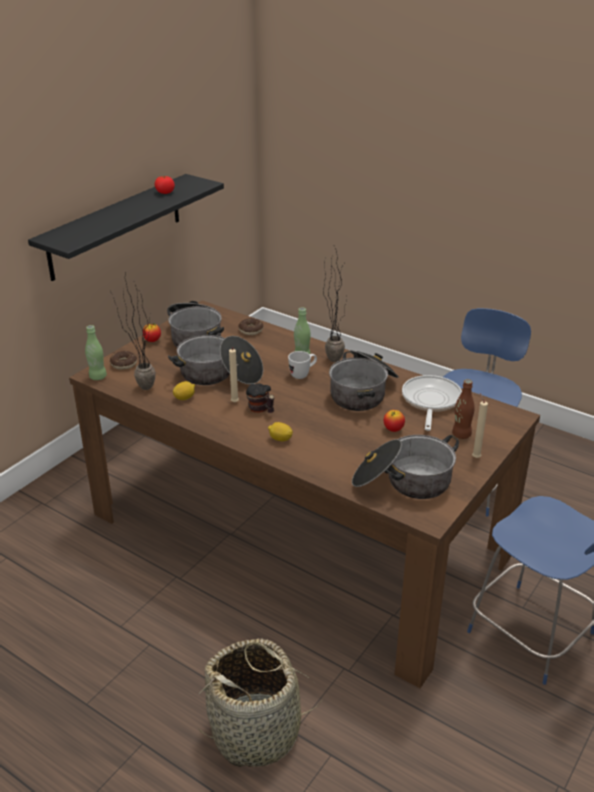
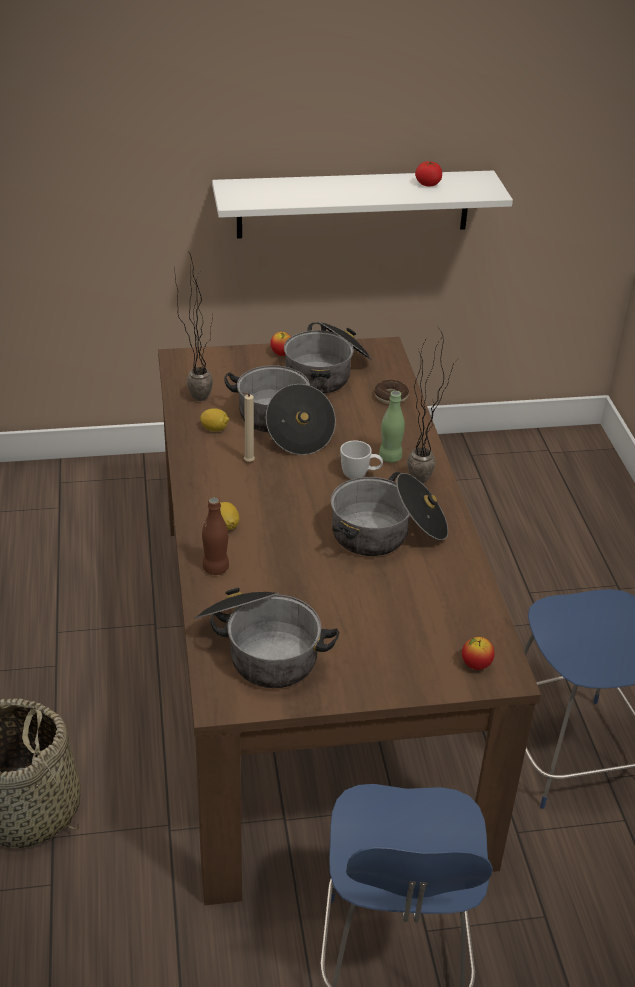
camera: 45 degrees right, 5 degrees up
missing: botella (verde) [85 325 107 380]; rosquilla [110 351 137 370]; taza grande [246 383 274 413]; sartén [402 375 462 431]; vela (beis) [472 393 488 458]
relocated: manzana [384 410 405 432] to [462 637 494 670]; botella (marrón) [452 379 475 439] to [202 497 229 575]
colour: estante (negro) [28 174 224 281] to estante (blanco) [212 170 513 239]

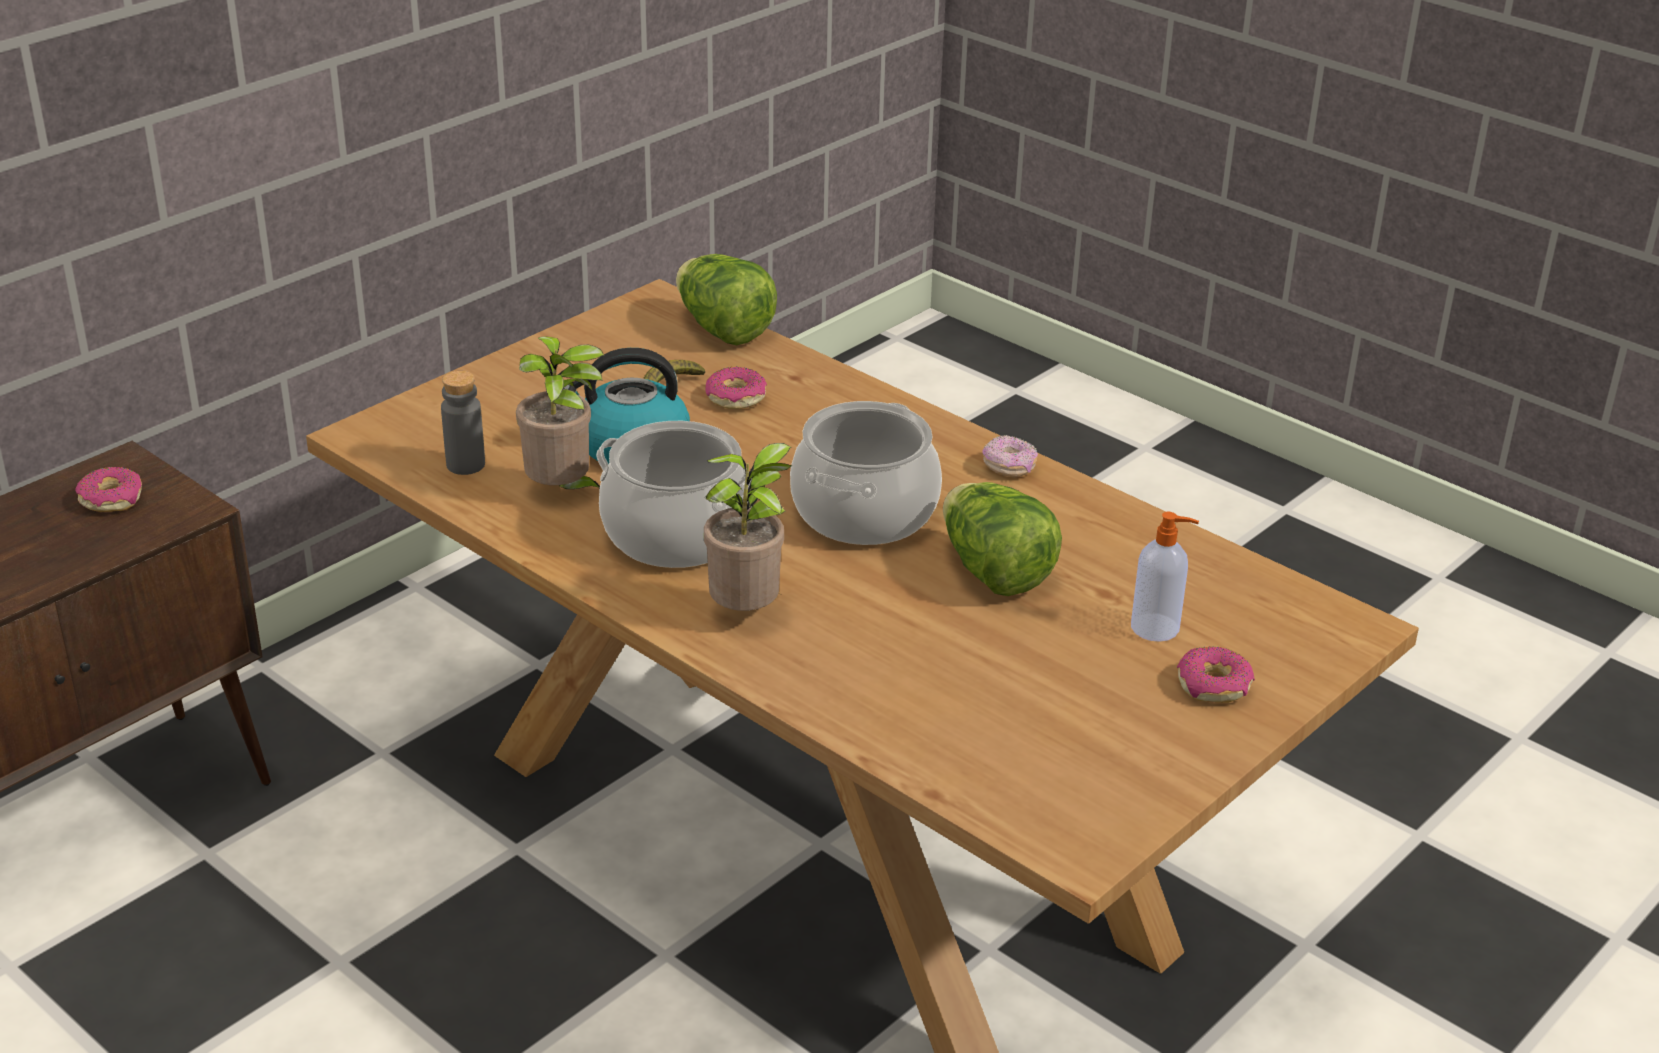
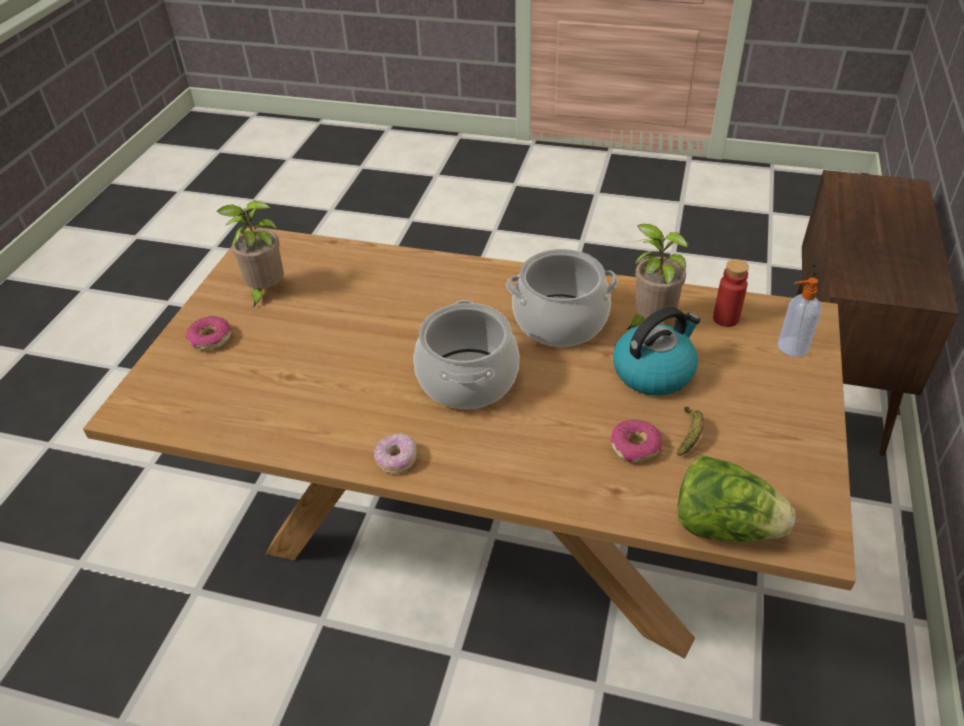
camera: 155 degrees right, 10 degrees up
missing: rosquilla [75 467 142 512]; lechuga [943 482 1062 596]
relocated: planta en maceta [704 443 792 611] to [217 201 284 308]; dispensador de jabón [1131 512 1199 642] to [778 278 821 357]
colour: botella (gris) [441 371 485 475] to botella (rojo) [713 259 749 327]

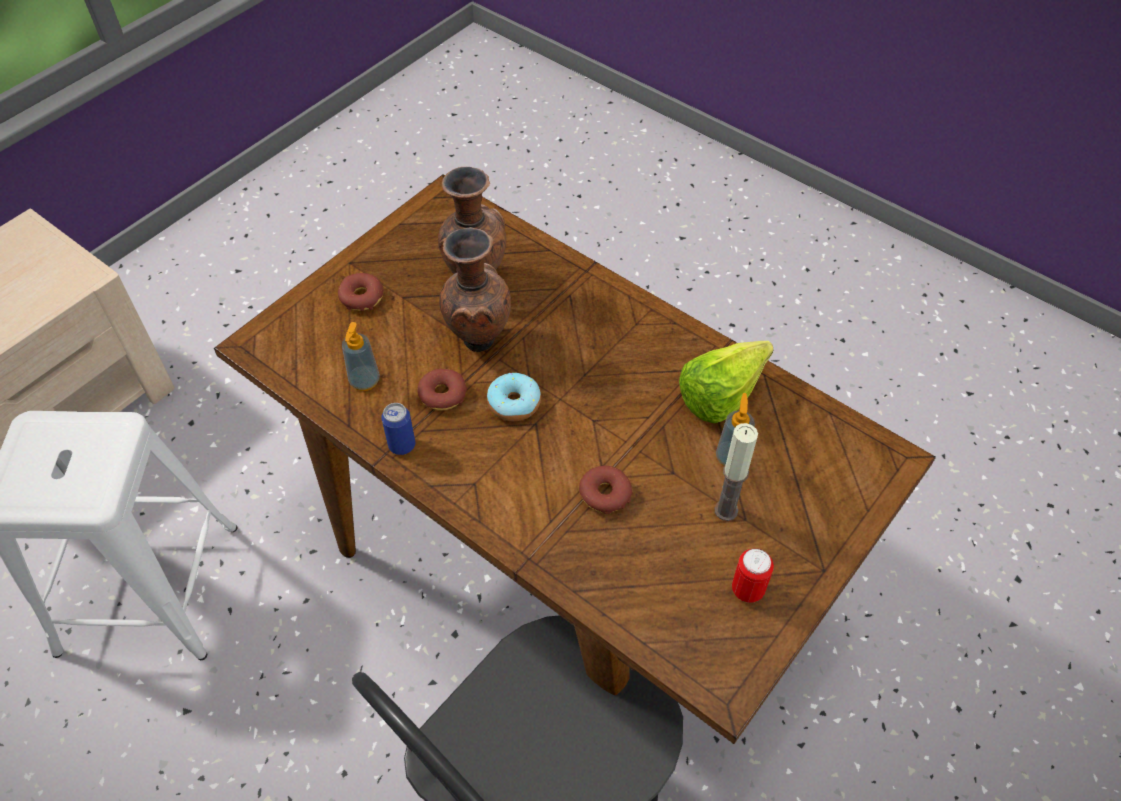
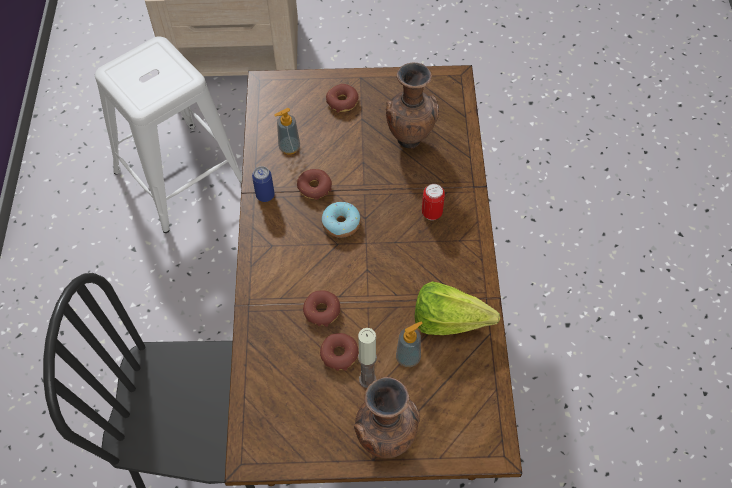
camera: 50 degrees right, 5 degrees up
appeared: rosquilla [320 333 359 371]
relocated: florero (marrón) [439 227 511 352] to [354 377 420 458]; lata [732 548 774 603] to [422 184 445 220]

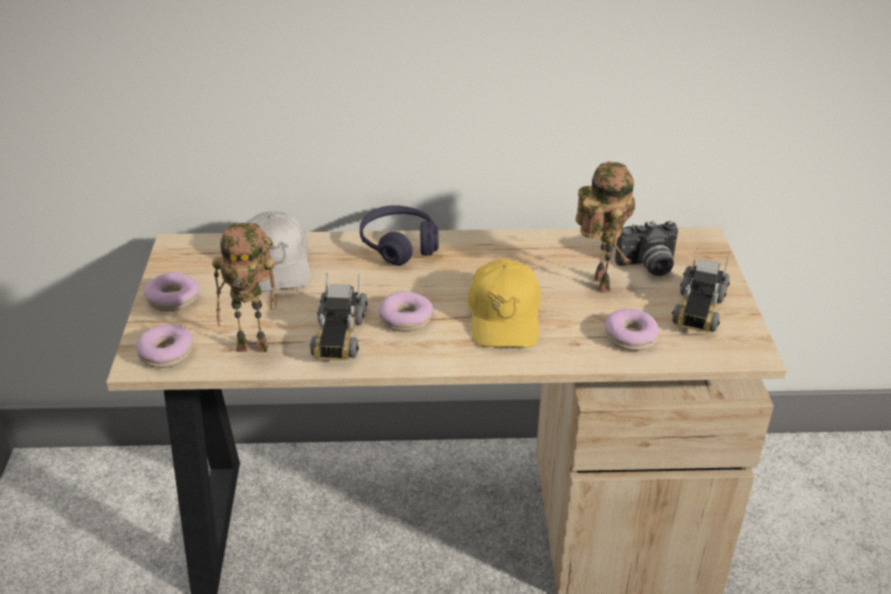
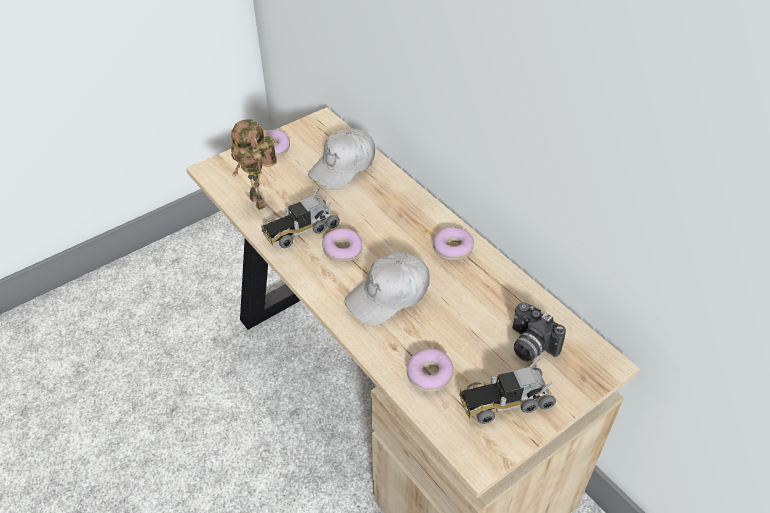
camera: 55 degrees right, 10 degrees up
missing: auriculares (morado) [360 205 439 266]; robot de juguete [576 161 635 293]
relocated: rosquilla [136 324 193 368] to [433 227 474 261]
colour: gorra (amarillo) [468 259 541 347] to gorra (blanco) [345 252 430 326]

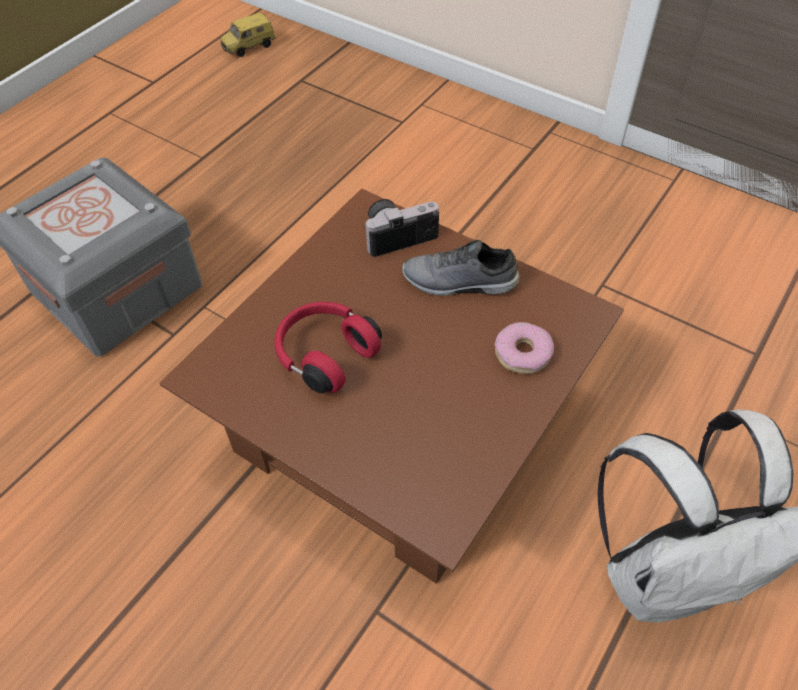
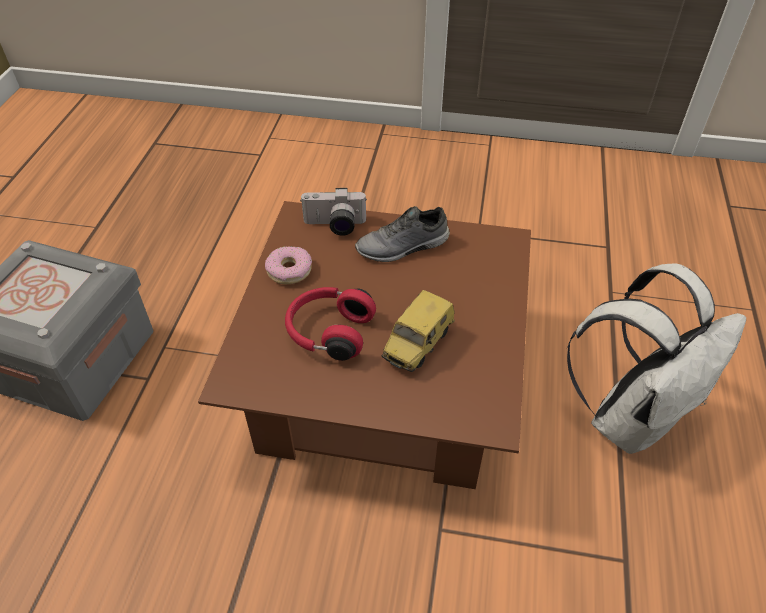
camera: 25 degrees left, 5 degrees down
relocated: coche de juguete [220 12 276 57] to [382 290 455 372]; rosquilla [495 322 554 374] to [265 246 312 284]
spun: cámara [364 199 439 257] = [300 188 366 236] 135 degrees counterclockwise

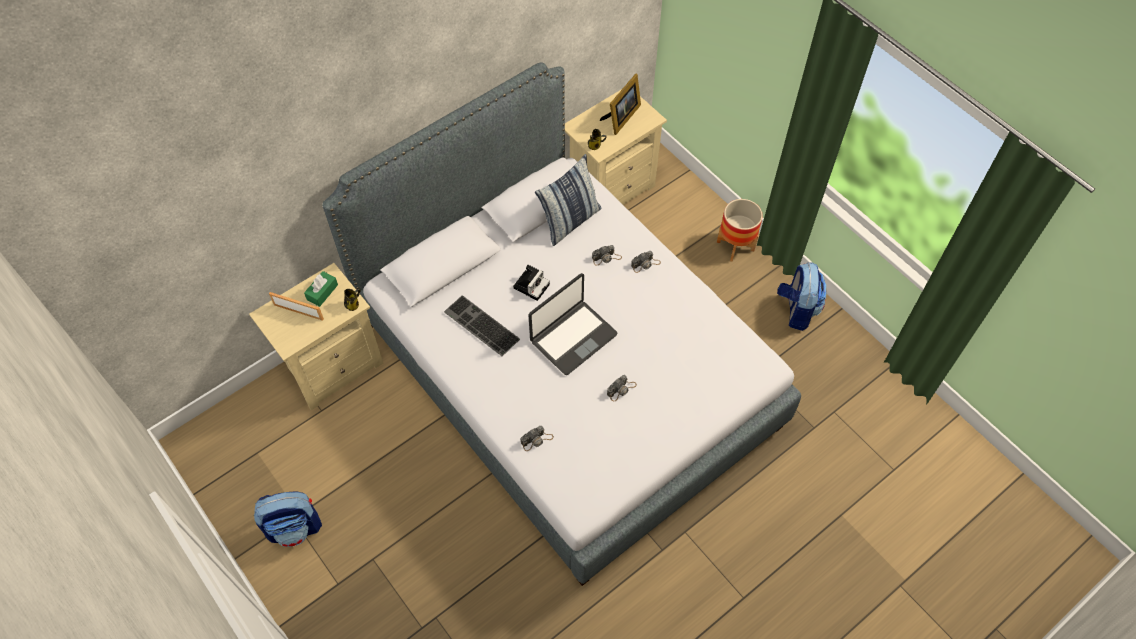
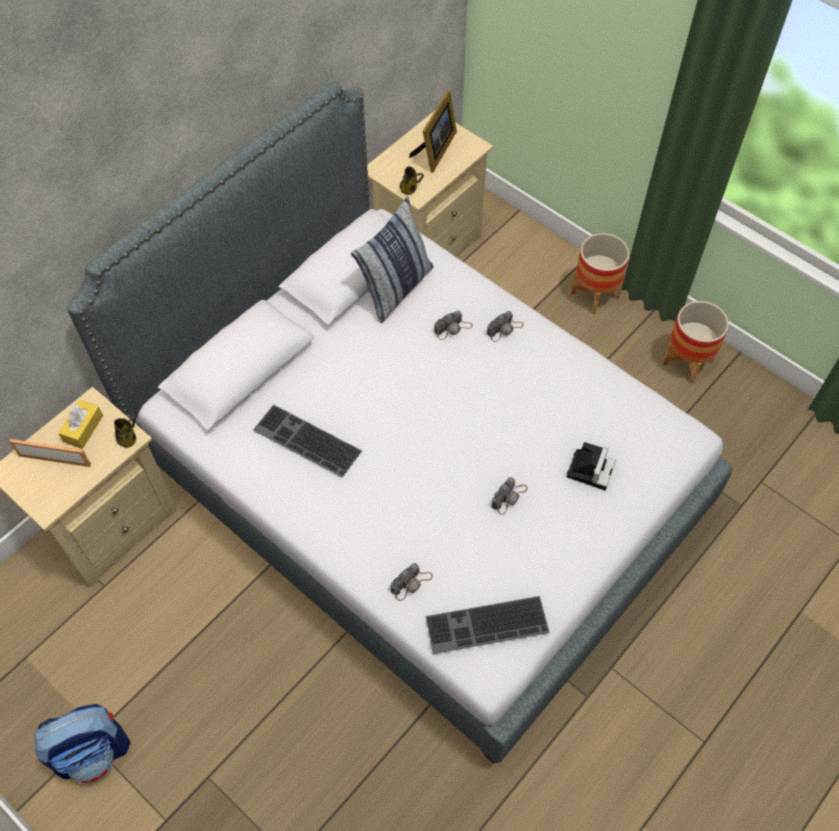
camera: 10 degrees left, 0 degrees up
missing: portátil [528 273 618 375]
appeared: teclado [426 596 550 654]
relocated: cámara [513 265 550 301] to [567 442 616 490]
exchanged: mochila [777 262 826 331] to maceta [662 301 729 383]
colour: caja de pañuelos (verde) [304 271 338 307] to caja de pañuelos (amarillo) [58 400 103 449]

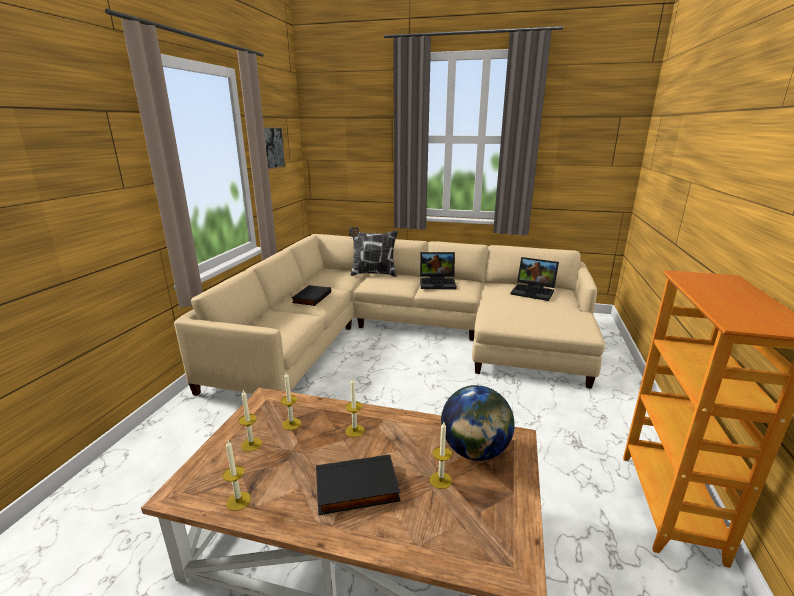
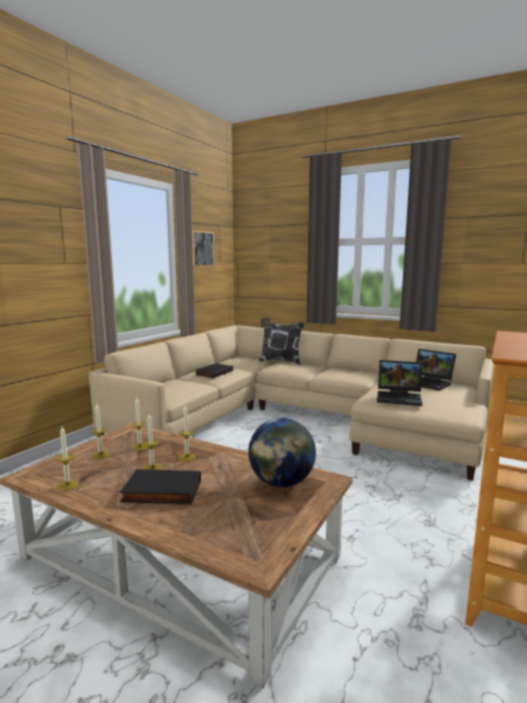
camera: 15 degrees right, 10 degrees down
relocated: portátil [420 252 457 289] to [377 360 422 406]; vela [430 422 452 489] to [143 414 162 470]

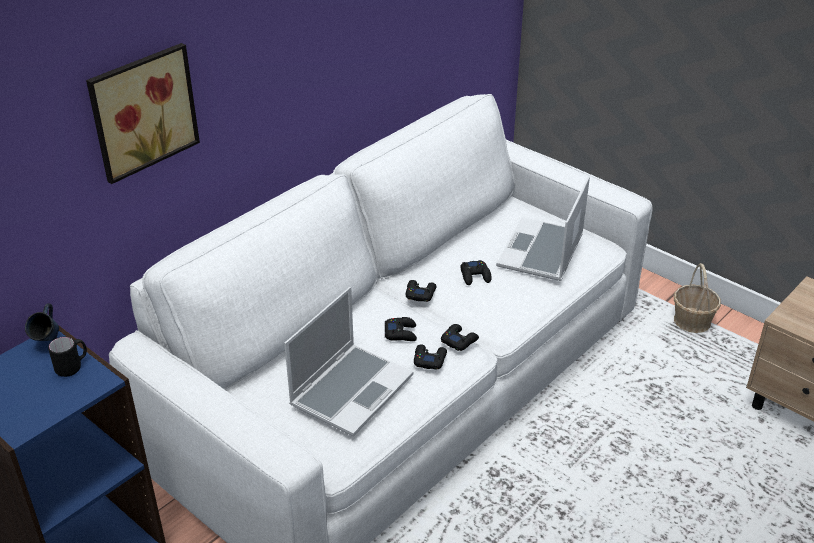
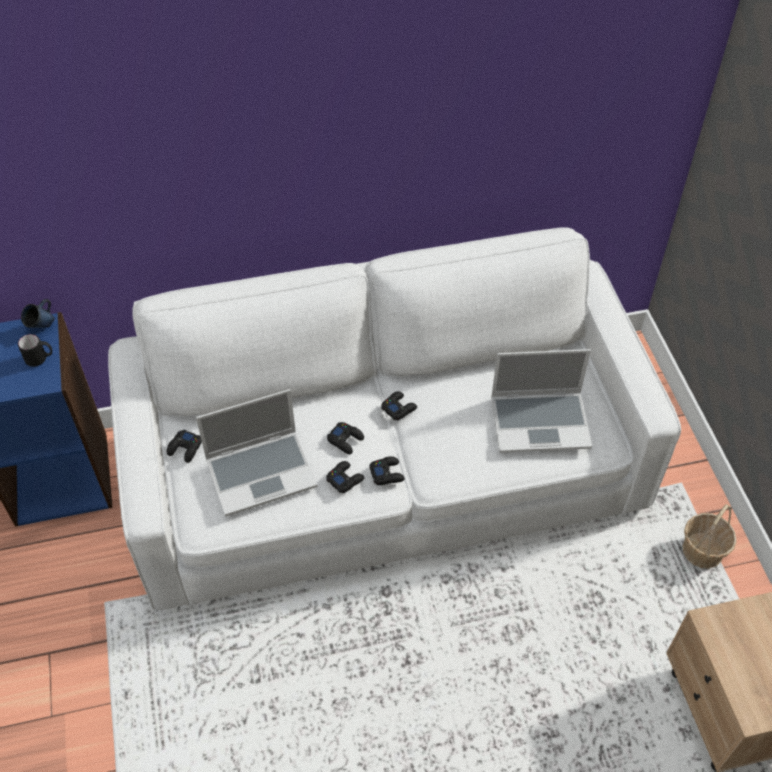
camera: 35 degrees right, 15 degrees up
missing: cuadro [86 43 200 184]
relocated: mando de consola (negro) [461 260 492 285] to [167 429 202 463]
spun: portátil [496 176 590 281] = [491 349 592 453] 150 degrees counterclockwise

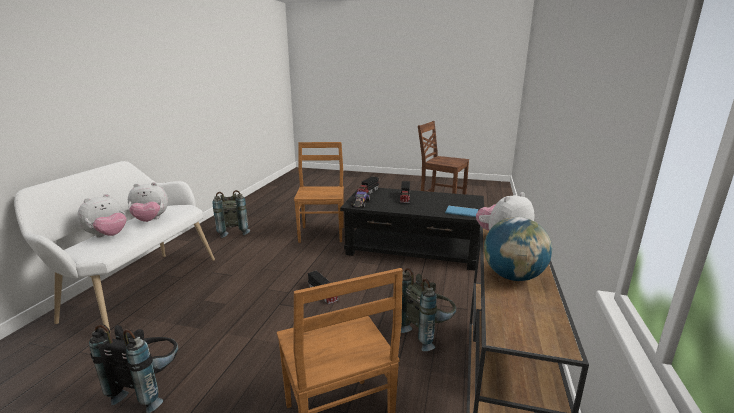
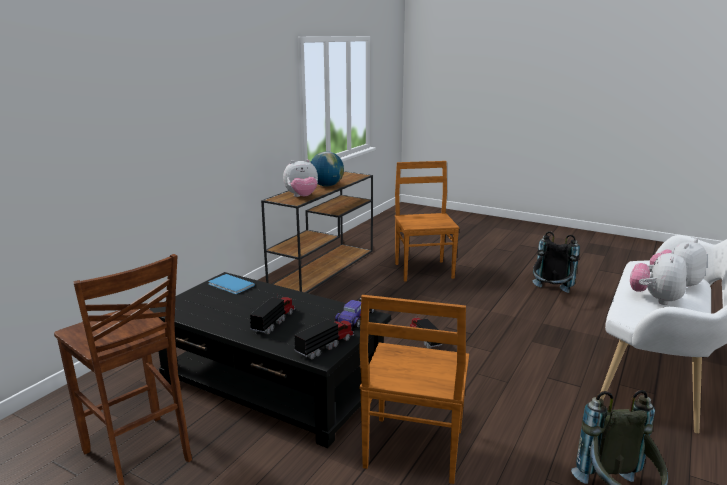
camera: 165 degrees left, 0 degrees up
missing: mochila (gris) [401 268 456 351]
spun: peluche [128 182 168 222] = [630 249 687 305] 60 degrees counterclockwise

